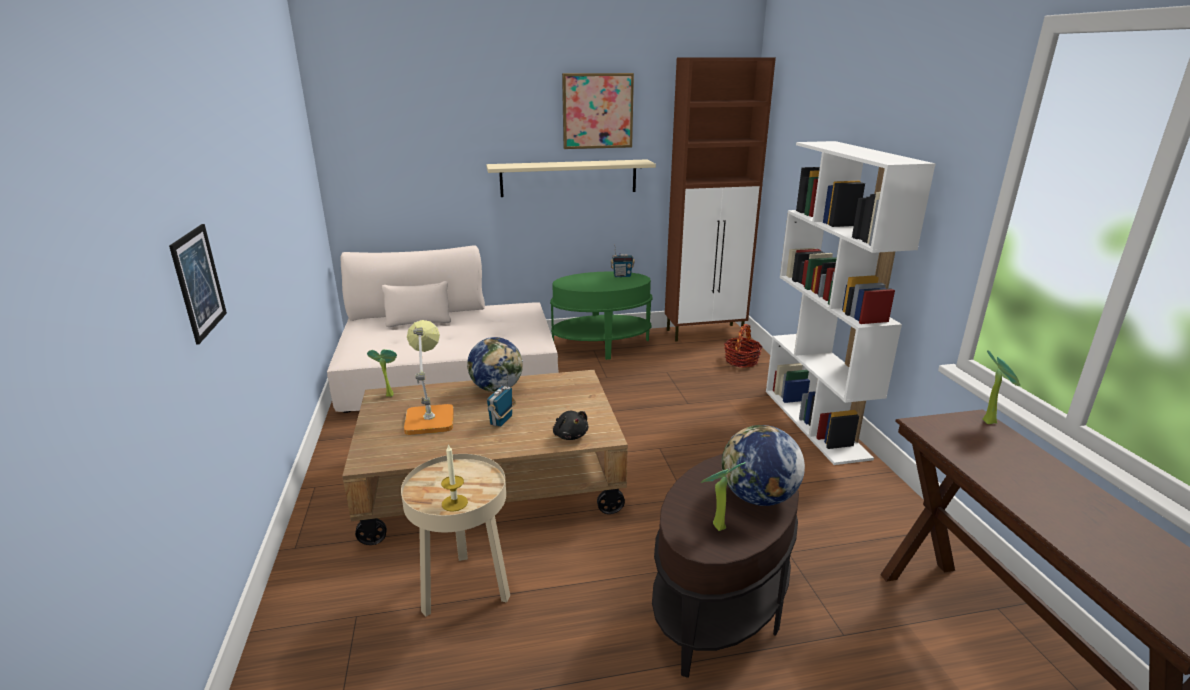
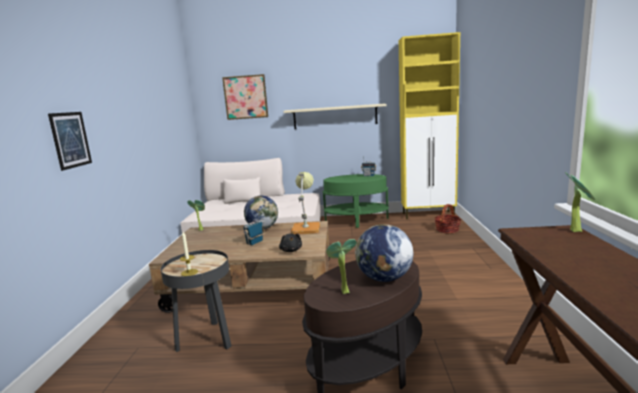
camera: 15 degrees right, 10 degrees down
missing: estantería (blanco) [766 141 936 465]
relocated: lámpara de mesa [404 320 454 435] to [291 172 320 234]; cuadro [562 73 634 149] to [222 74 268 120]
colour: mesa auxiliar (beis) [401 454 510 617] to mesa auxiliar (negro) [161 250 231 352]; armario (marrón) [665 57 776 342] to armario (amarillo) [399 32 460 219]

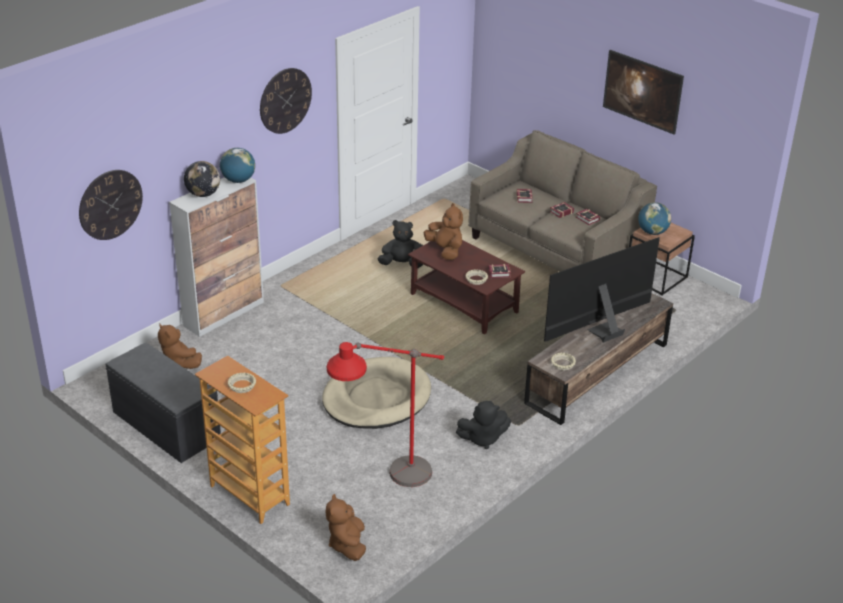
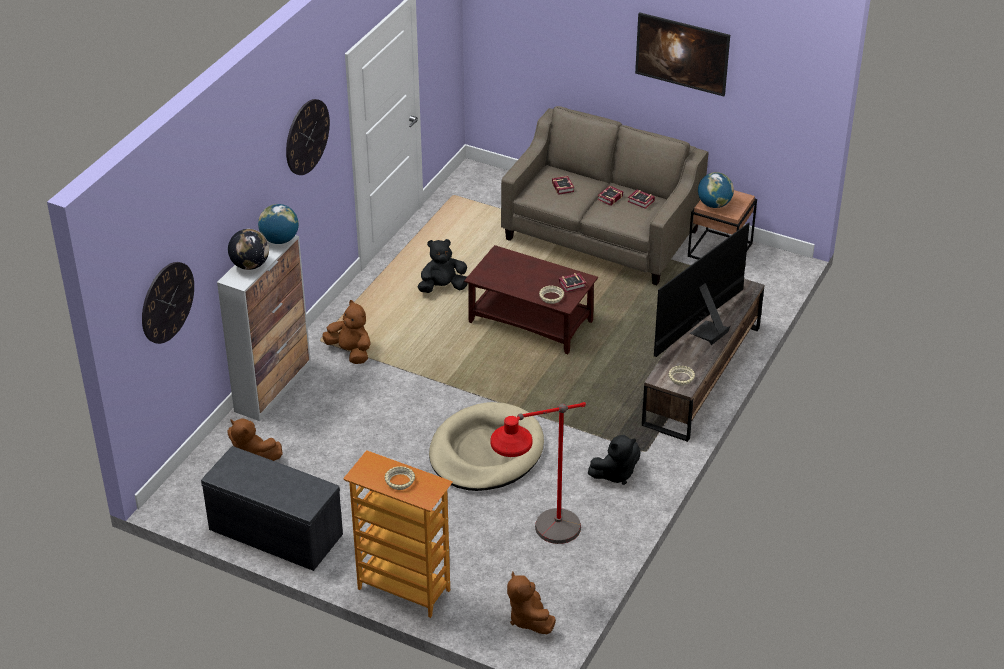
camera: 15 degrees left, 5 degrees up
relocated: peluche (marrón) [423 203 463 260] to [322 300 371 364]

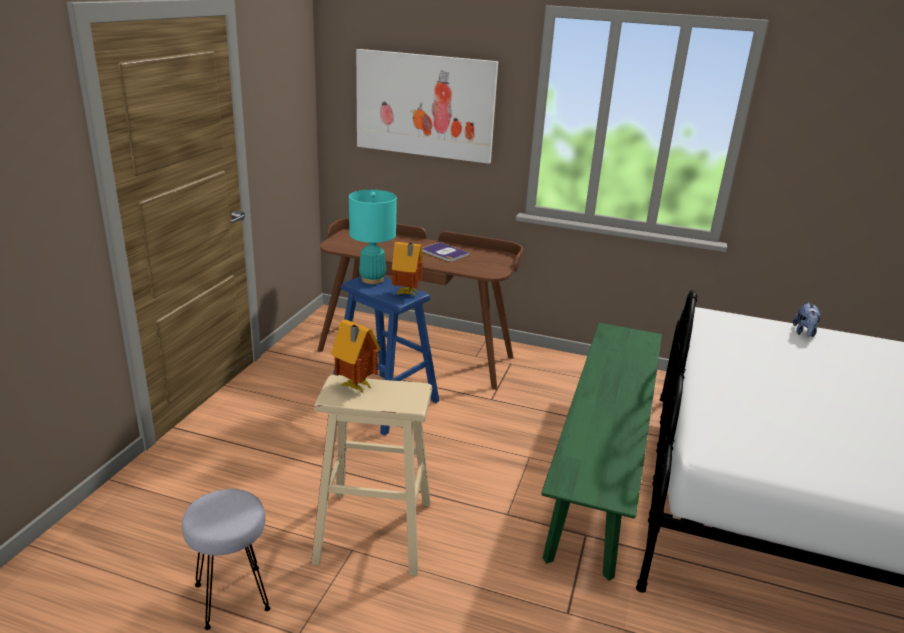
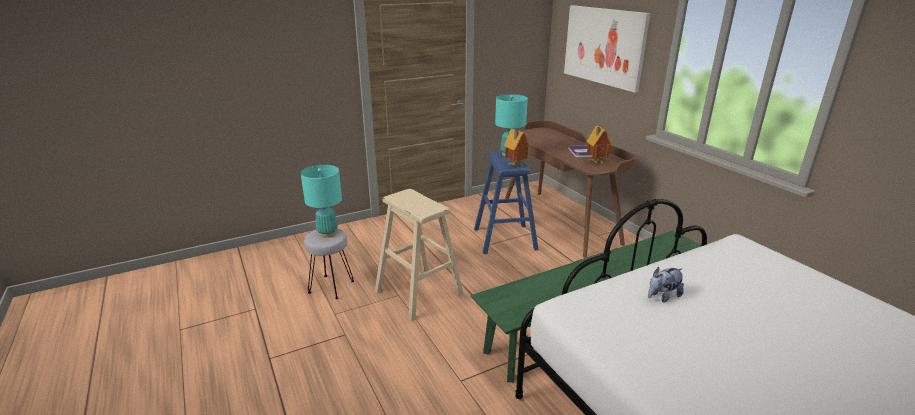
camera: 45 degrees right, 0 degrees up
appeared: lámpara de mesa (turquesa) [301 165 342 238]
relocated: casita [331 319 381 394] to [587 126 612 164]; peluche [793 302 822 337] to [648 266 684 302]

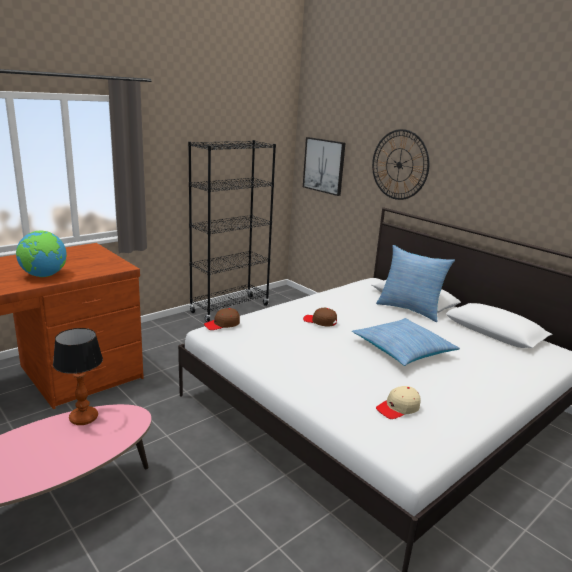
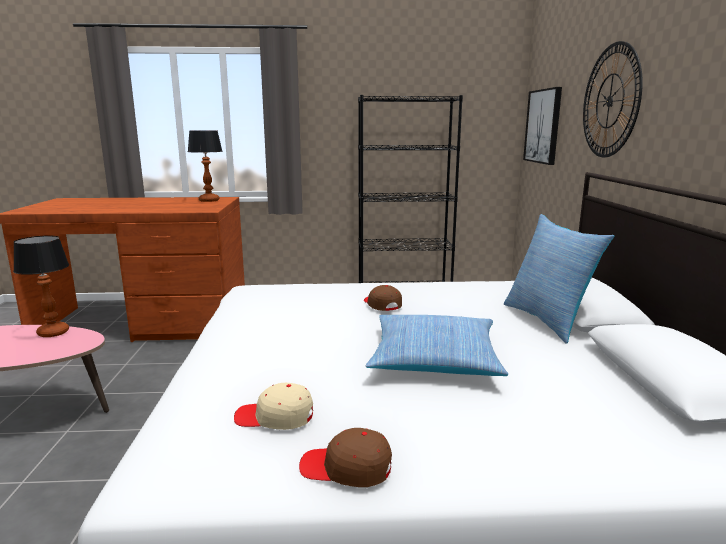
camera: 40 degrees right, 5 degrees down
missing: globo terráqueo [16 231 67 277]
appeared: lámpara de mesa [188 130 223 202]
relocated: gorra (marrón) [204 308 240 330] to [299 428 392 487]

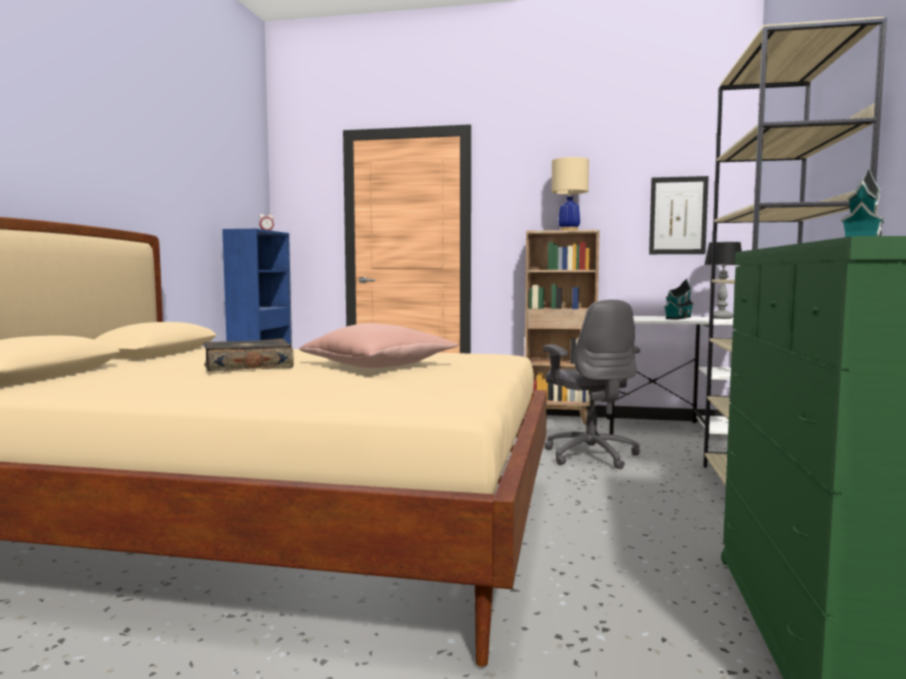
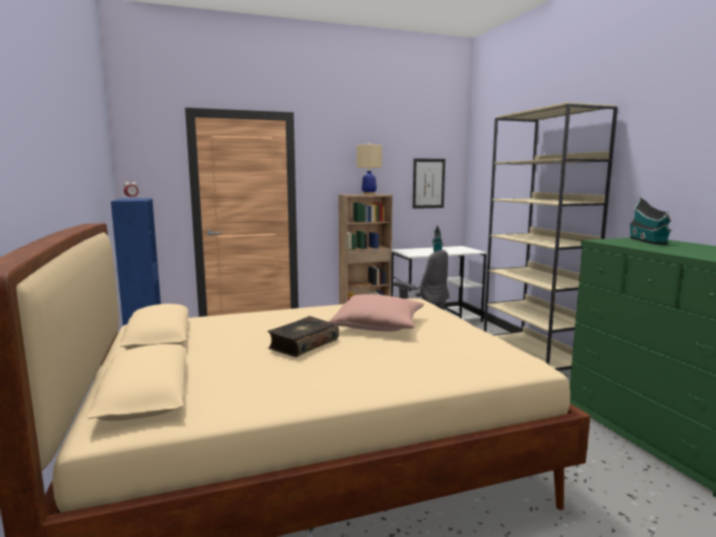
camera: 30 degrees left, 5 degrees up
missing: lámpara de mesa [704 242 742 319]

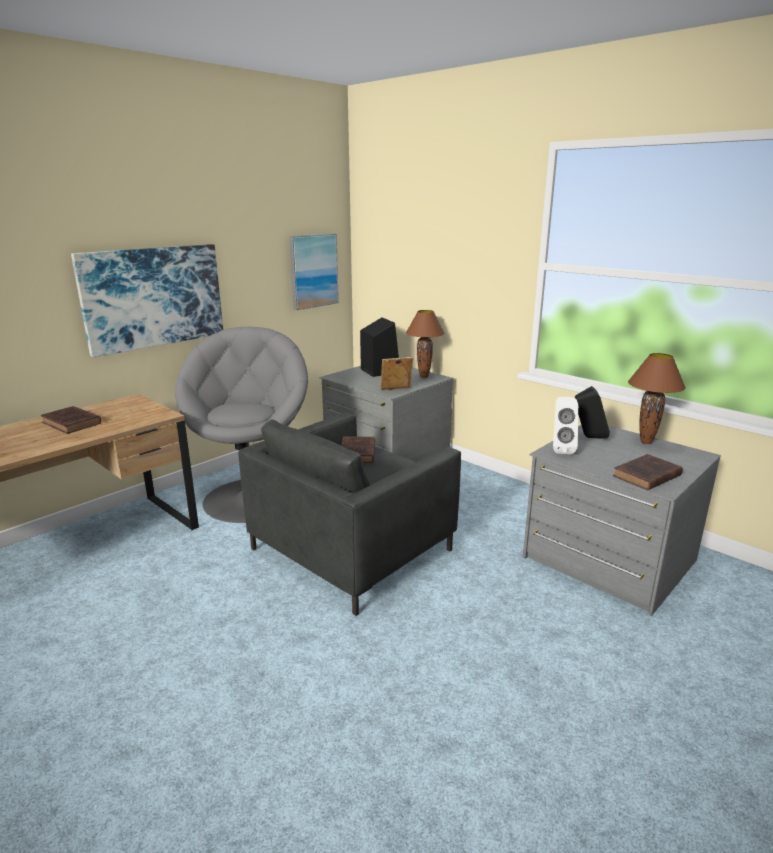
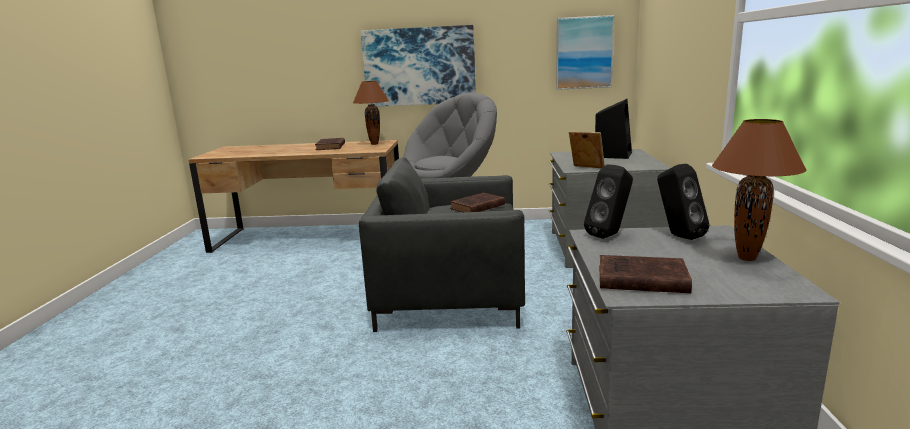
camera: 50 degrees right, 5 degrees down
relocated: lámpara de mesa (marrón) [406 310 445 378] to [353 81 389 145]
colour: altavoz (blanco) [553 397 578 454] to altavoz (negro) [584 164 633 239]

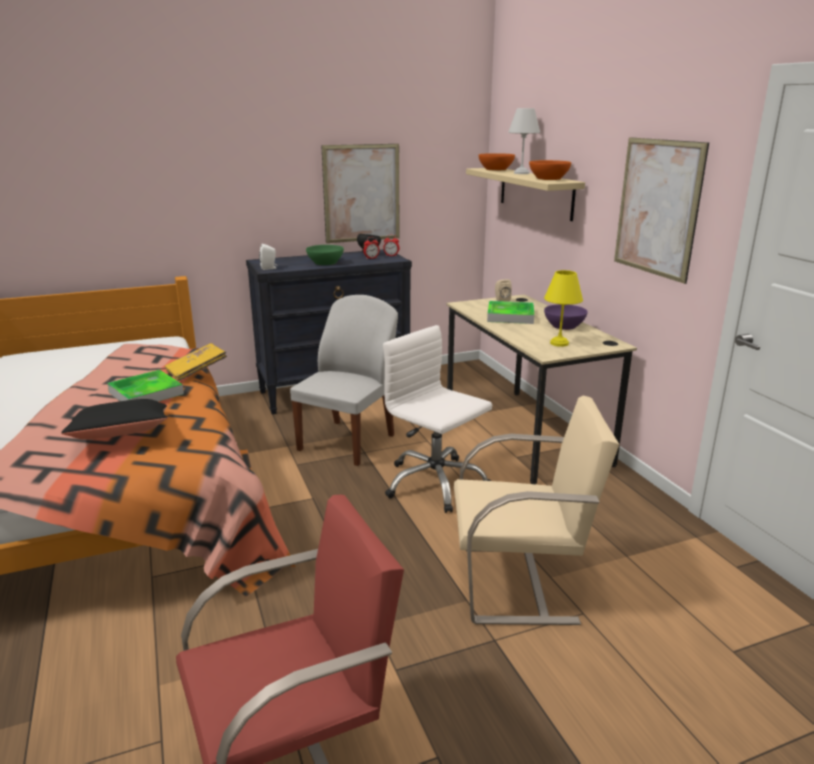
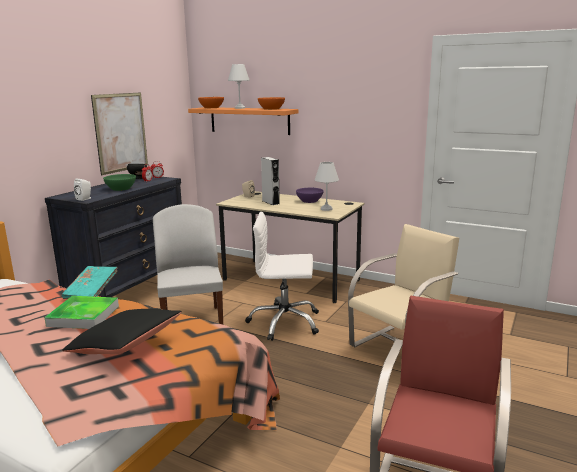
camera: 40 degrees left, 5 degrees down
missing: cuadro [614 137 709 284]
exchanged: bandeja [487 301 534 324] to altavoz (gris) [261 157 280 205]
colour: libro (amarillo) [165 343 227 381] to libro (turquesa) [62 266 118 299]; estante (beis) [466 168 585 221] to estante (naranja) [188 107 298 135]; lámpara de mesa (amarillo) [544 270 583 347] to lámpara de mesa (blanco) [315 162 339 211]

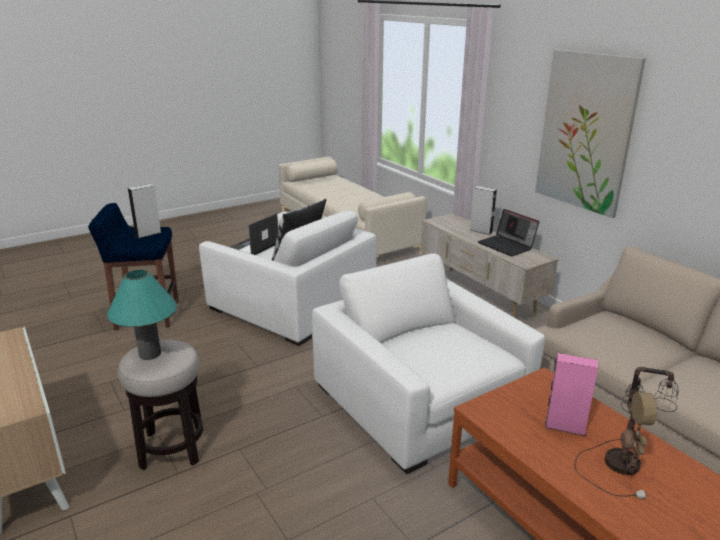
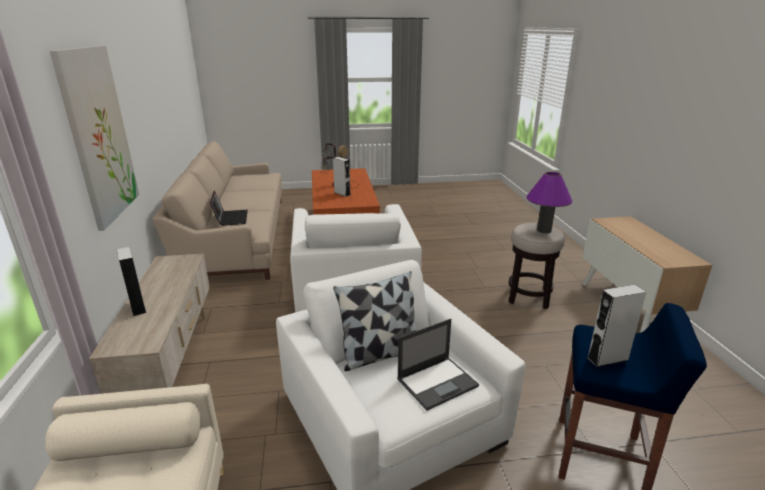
camera: 155 degrees left, 0 degrees up
relocated: portátil [478 209 539 256] to [210 190 248 226]
colour: lámpara de mesa (turquesa) [107 269 177 360] to lámpara de mesa (morado) [526 172 572 233]; altavoz (rosa) [545 353 598 436] to altavoz (gris) [333 157 350 197]

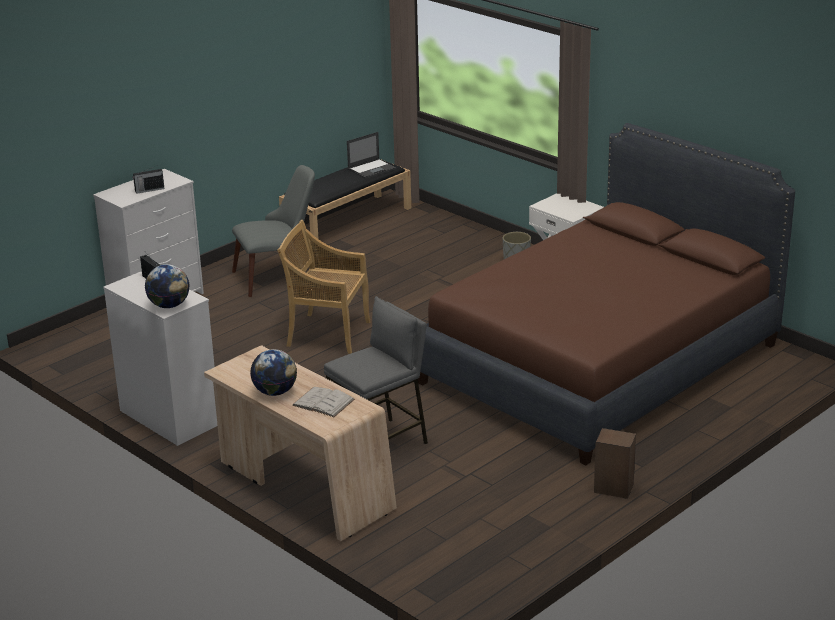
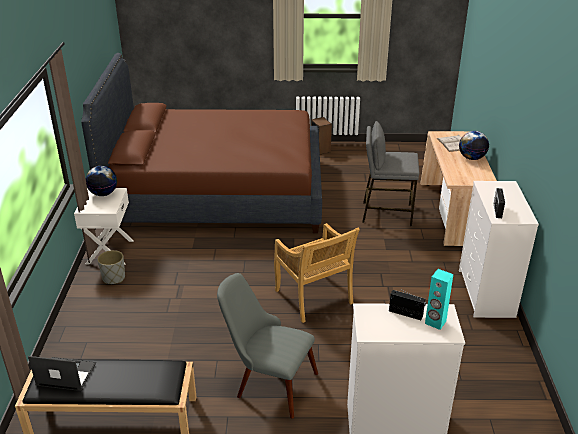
camera: 135 degrees left, 5 degrees up
appeared: altavoz (turquesa) [425 269 453 330]
relocated: globo terráqueo [145 264 190 308] to [86 166 117 196]

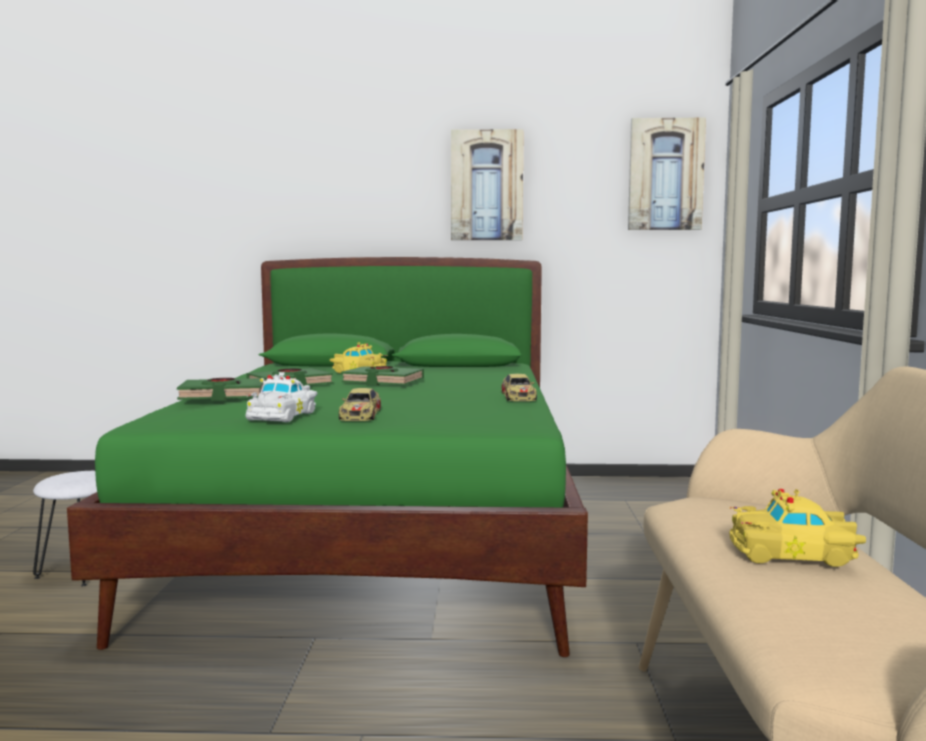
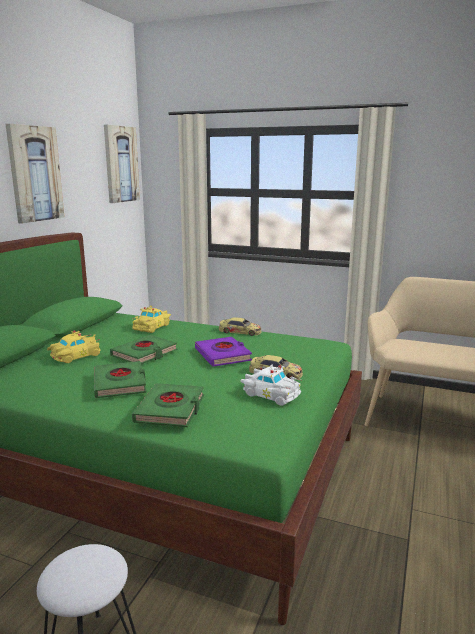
camera: 70 degrees left, 10 degrees up
appeared: libro (morado) [195 337 252 367]
relocated: coche de juguete (amarillo) [729 489 866 567] to [132 306 171 333]

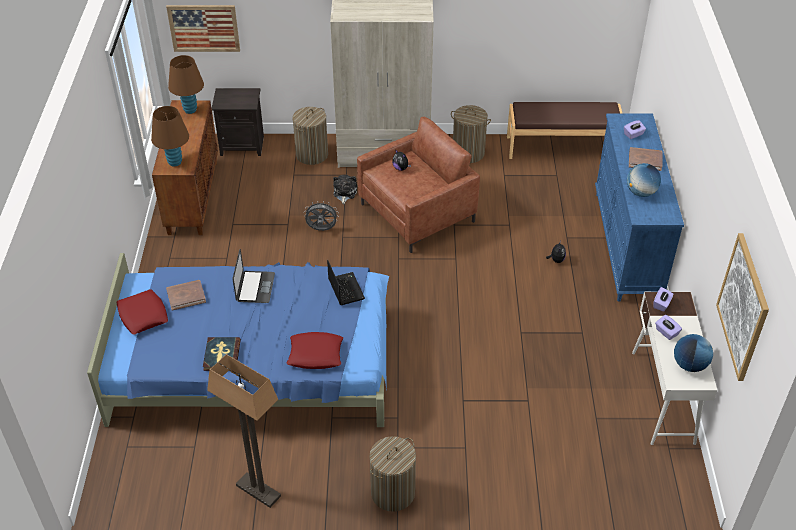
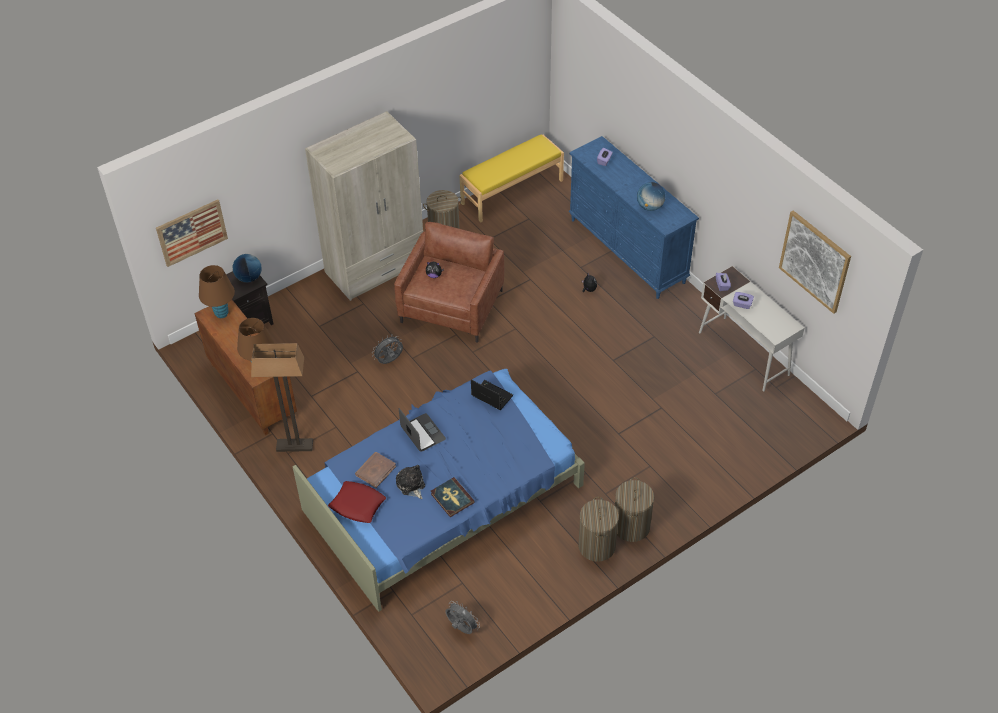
camera: 35 degrees left, 5 degrees up
missing: cojín (rojo) [286 332 343 369]; libro (marrón) [629 147 662 171]
appeared: ventilador (gris) [445 601 480 634]
relocated: lámpara de pie [207 354 281 508] to [251 343 313 452]; cesto de la ropa [293 107 328 165] to [578 497 619 562]; peluche [333 175 357 204] to [396 465 425 499]; globo terráqueo [674 334 713 372] to [233 254 262 283]
colour: banco (marrón) [507 102 623 159] to banco (amarillo) [459 134 564 223]

